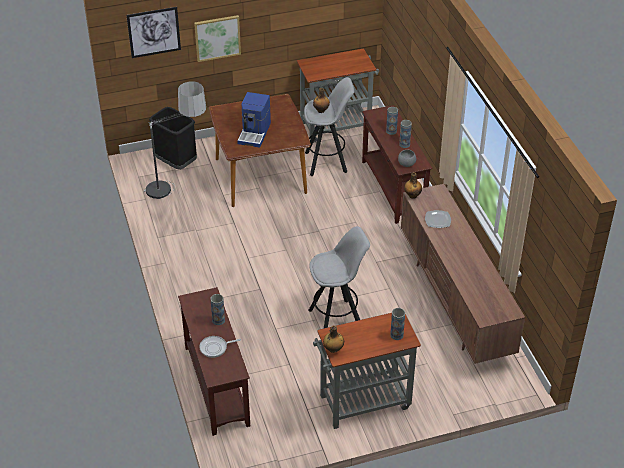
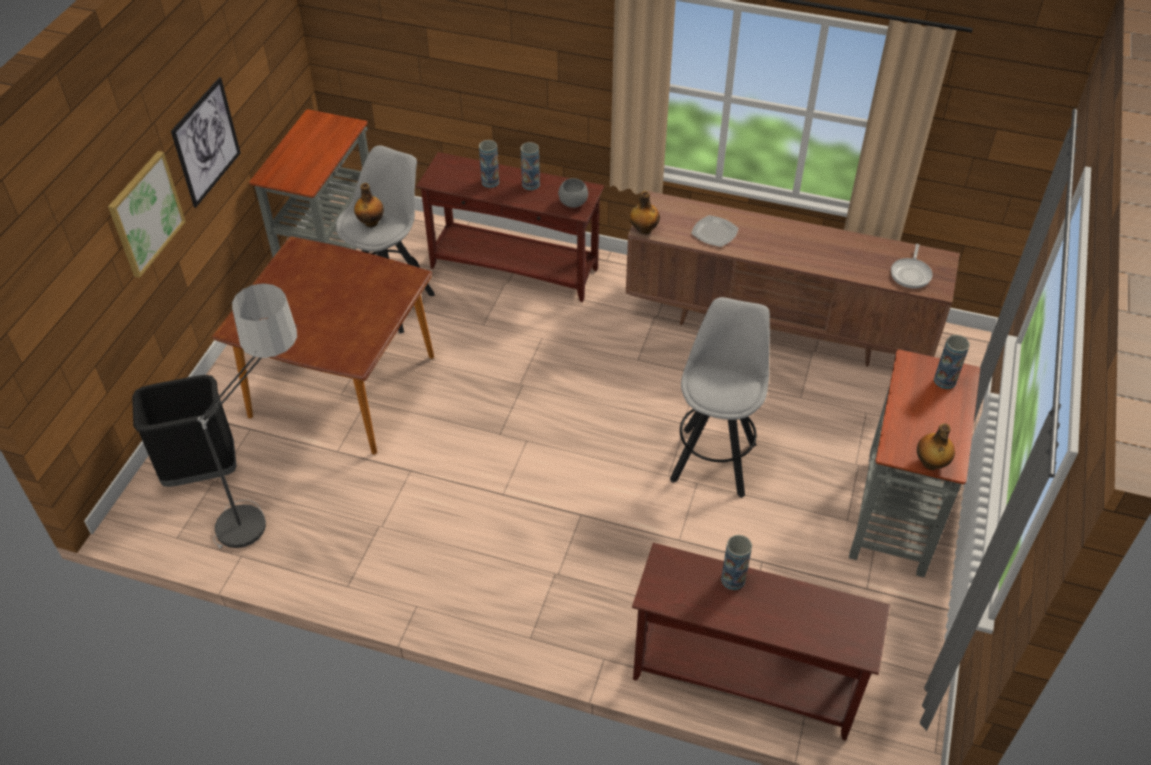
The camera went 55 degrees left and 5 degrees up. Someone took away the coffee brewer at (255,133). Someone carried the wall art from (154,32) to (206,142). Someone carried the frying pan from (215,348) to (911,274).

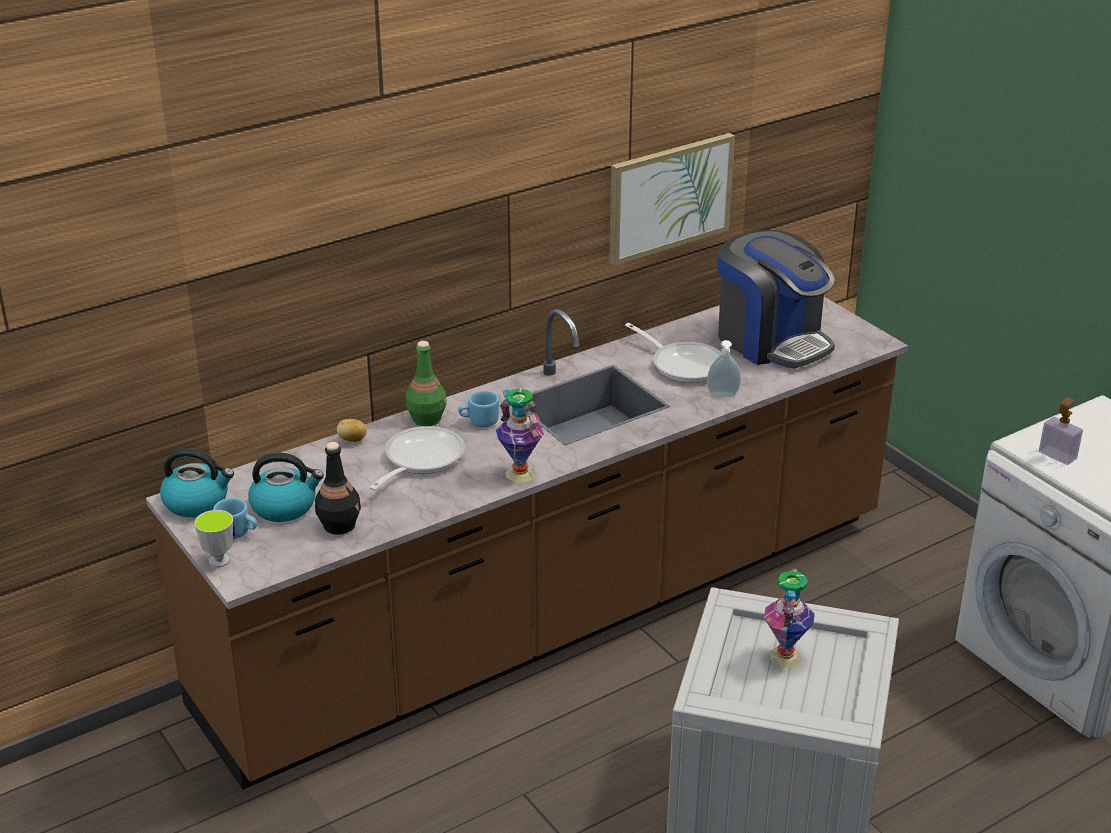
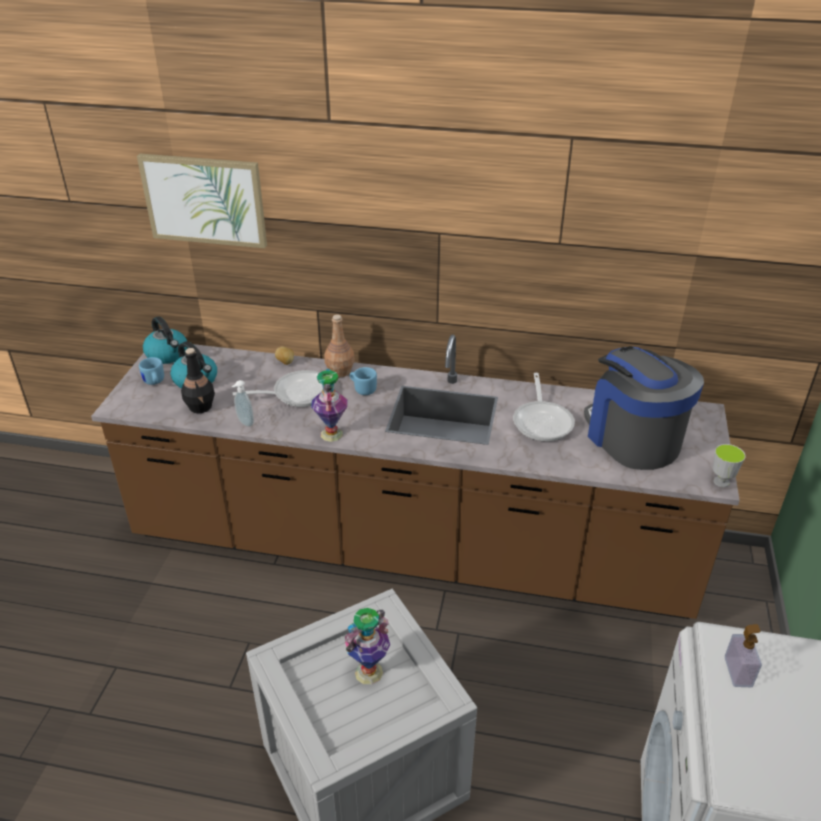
The camera went 45 degrees right and 5 degrees up. Someone carried the drinking cup from (219,561) to (721,482). Someone carried the wall art from (669,197) to (204,200). Someone carried the soap dispenser from (723,396) to (244,423). Someone repainted the bottle (green-coloured) at (426,418), which became the bottle (brown-coloured) at (340,371). Someone rotated the coffee brewer at (771,341) by 150 degrees clockwise.

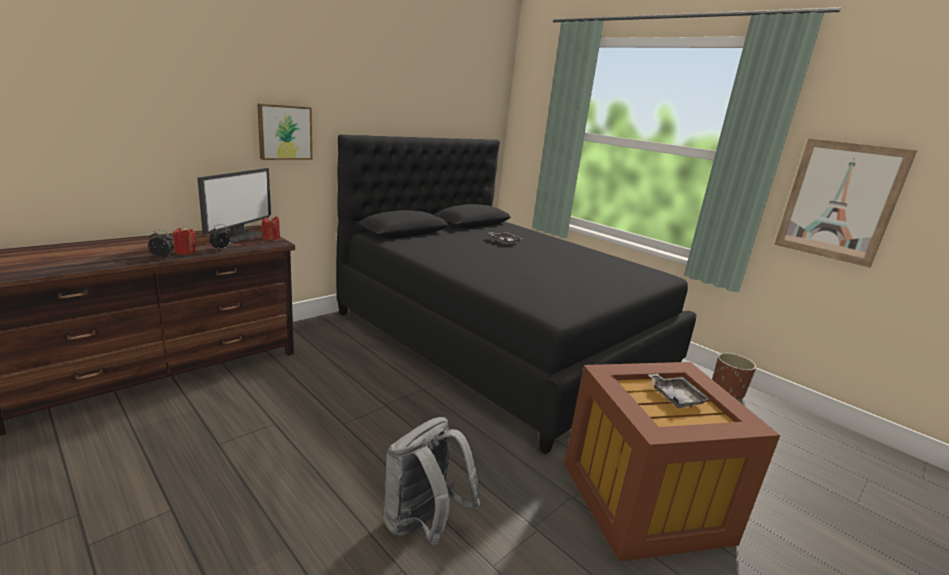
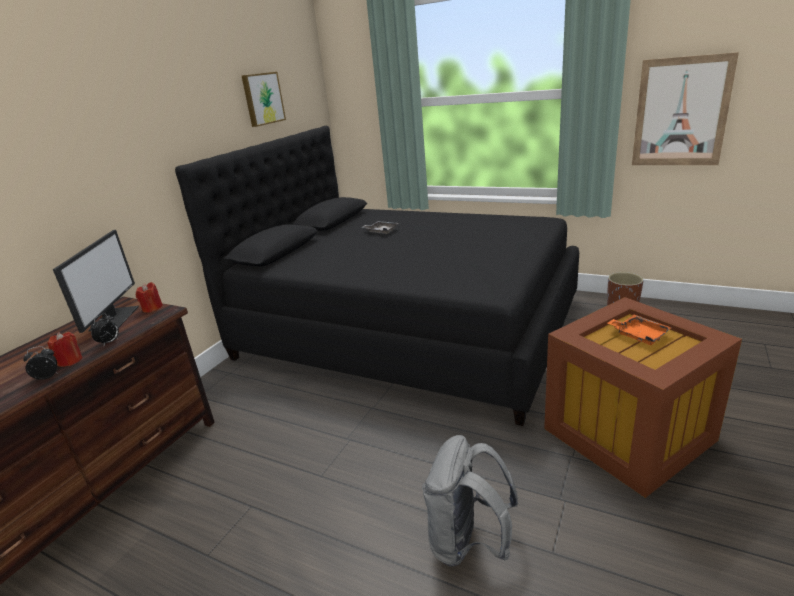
The camera went 15 degrees left and 5 degrees up. Someone carried the wall art from (284,132) to (262,99). Someone repainted the tray (greyish) at (675,397), which became the tray (orangey) at (639,335).

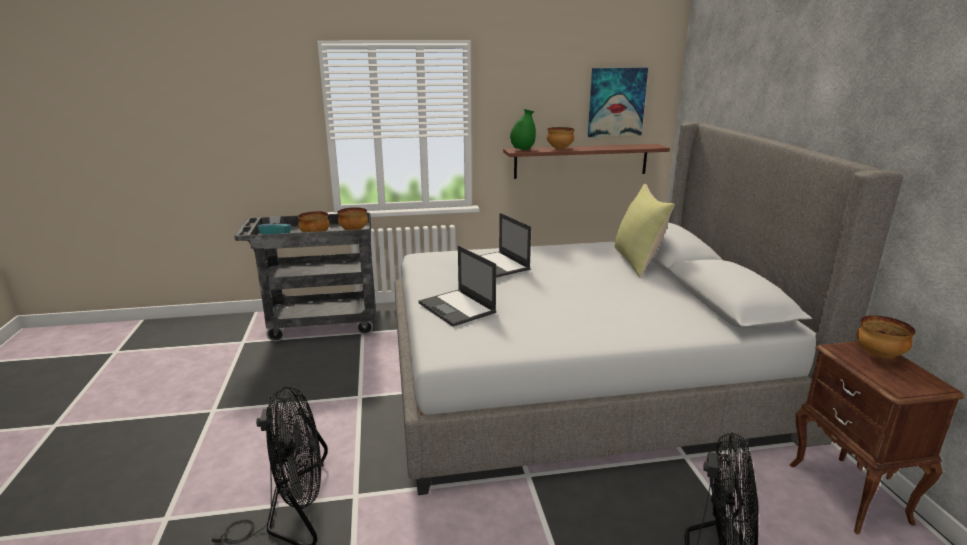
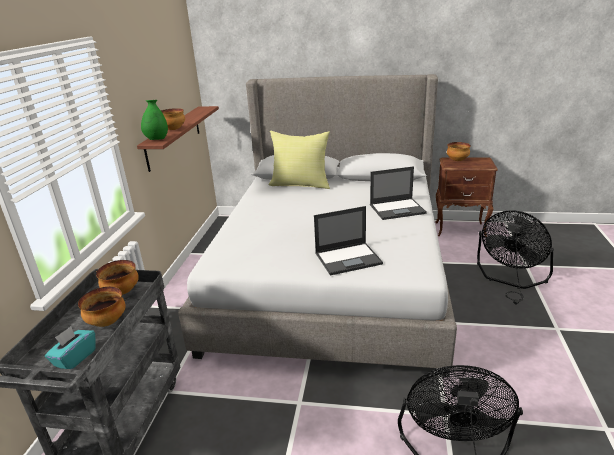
The camera went 70 degrees left and 5 degrees up. Someone took away the wall art at (616,102). Someone carried the laptop from (497,265) to (398,209).

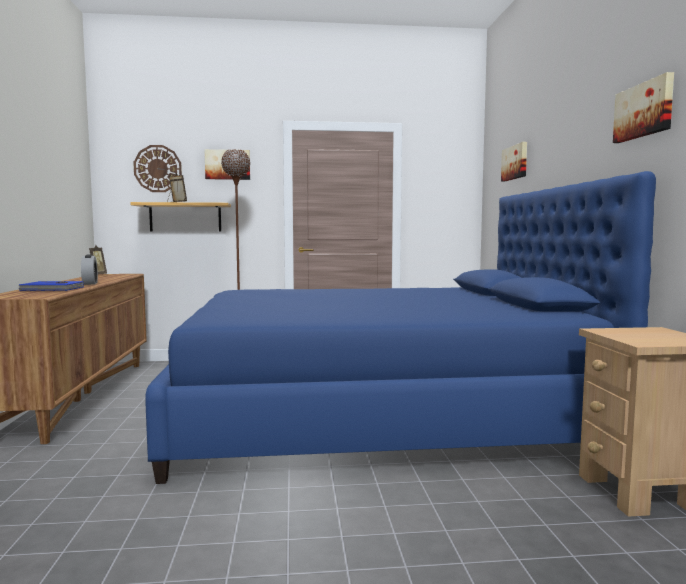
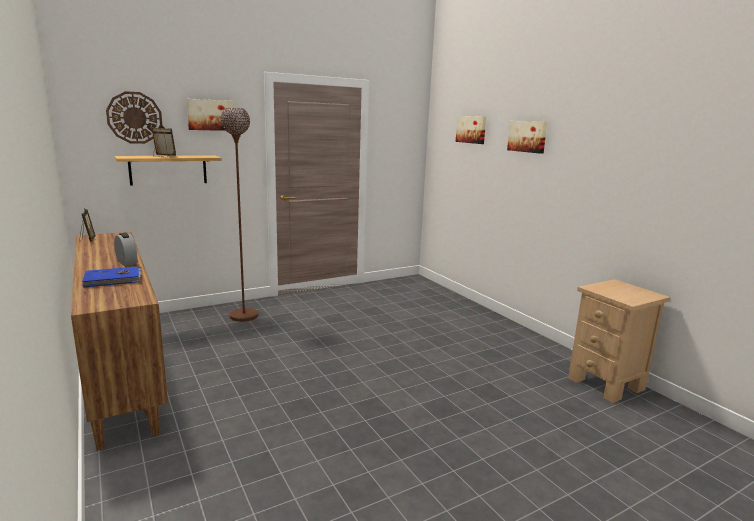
The camera went 25 degrees left and 10 degrees up. Someone took away the bedroom bed (bluish) at (379,414). Someone carried the wall art from (644,110) to (528,136).

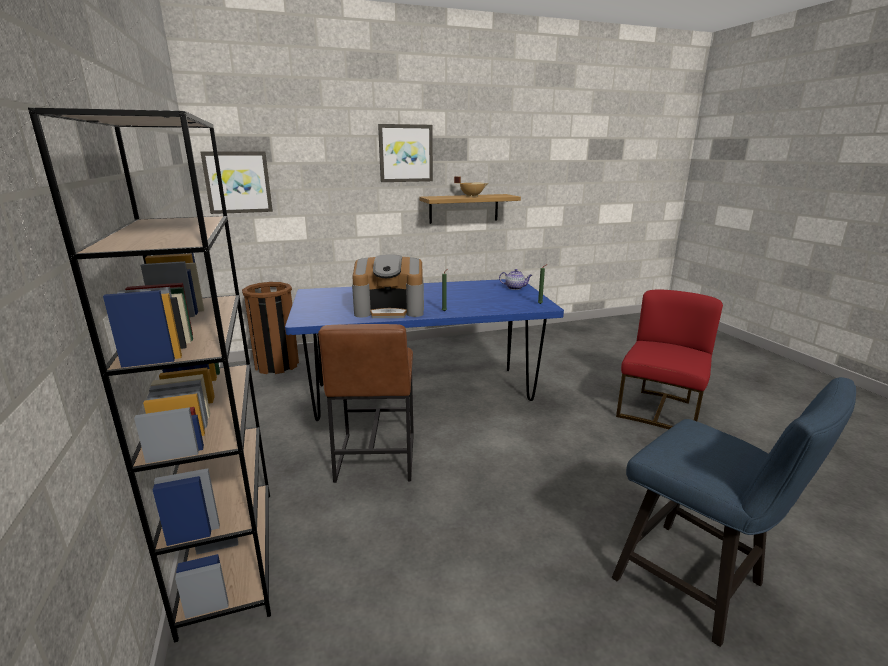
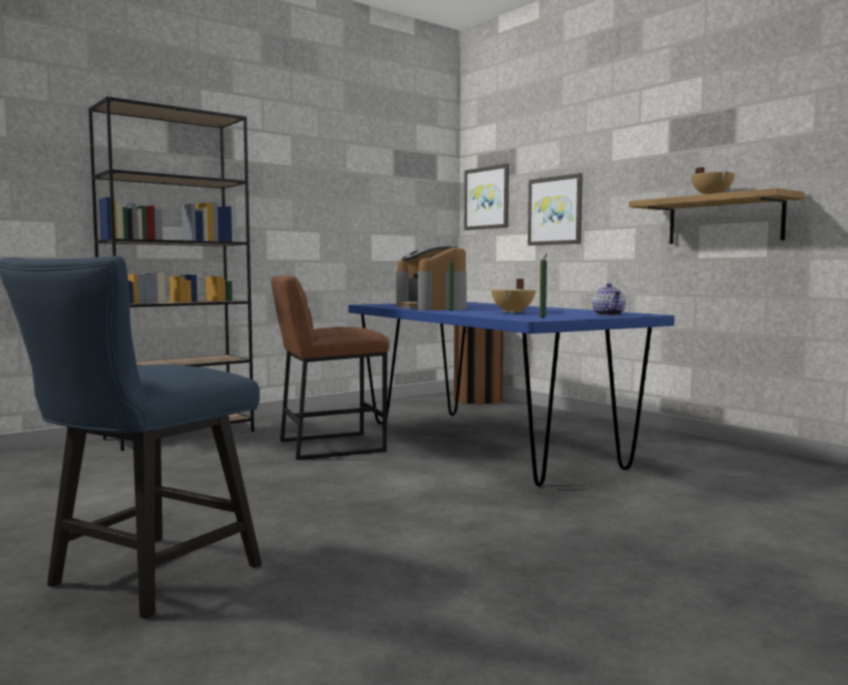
The camera went 70 degrees right and 15 degrees down. Someone took away the upright chair (reddish) at (660,410). Someone put down the saucepot (beige-coloured) at (514,312). Someone carried the wall art from (405,153) to (555,210).

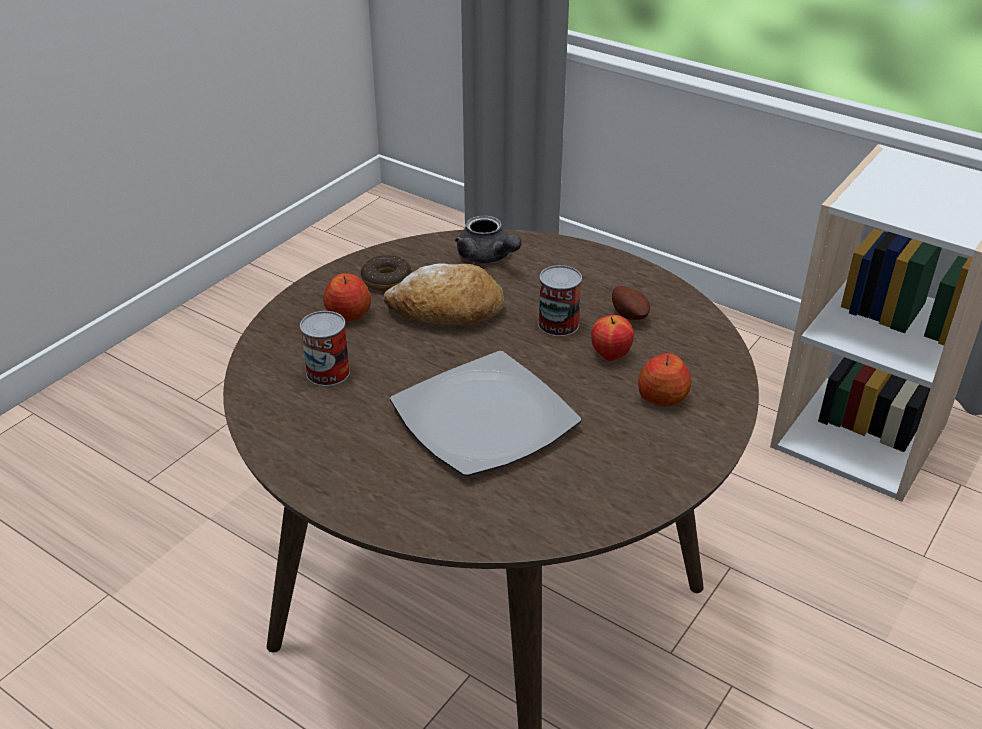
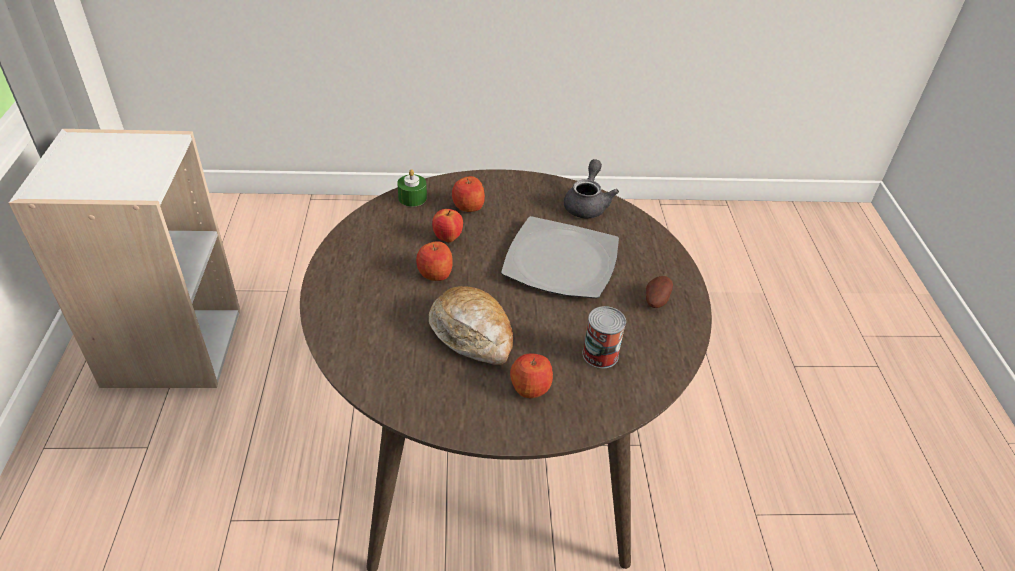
The camera went 130 degrees left and 5 degrees up. Someone took away the donut at (386,280). Someone put down the wax candle (green-coloured) at (412,198). Someone carried the pot for tea (greyish) from (488,257) to (587,204). Someone carried the spud from (630,315) to (655,300). Someone swapped the can at (558,324) for the apple fruit at (435,273).

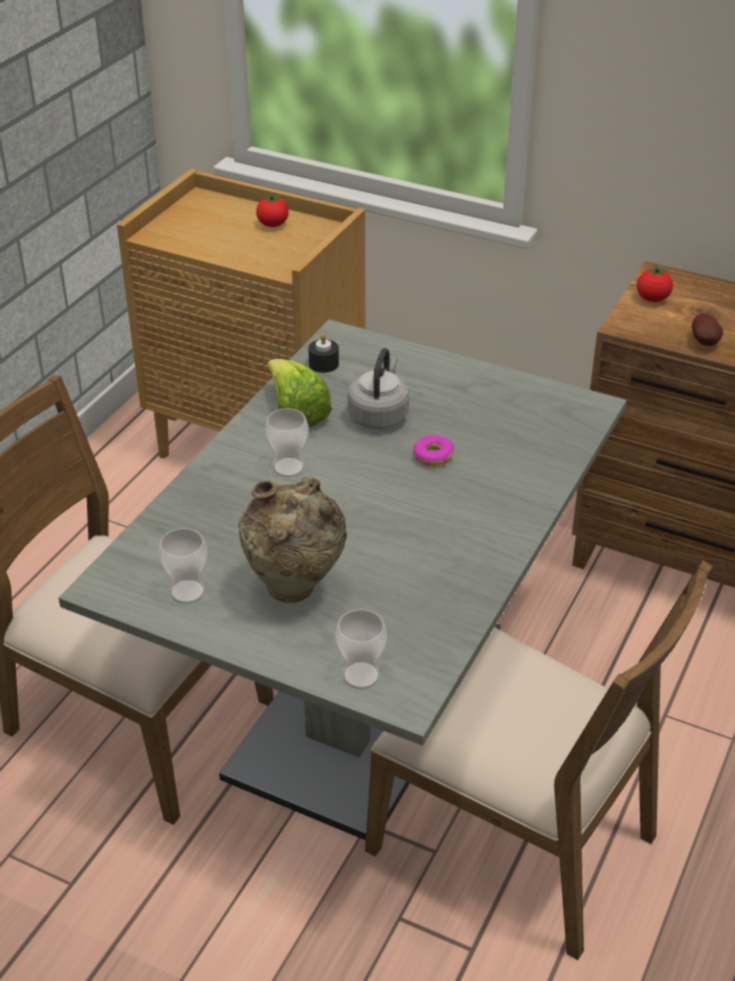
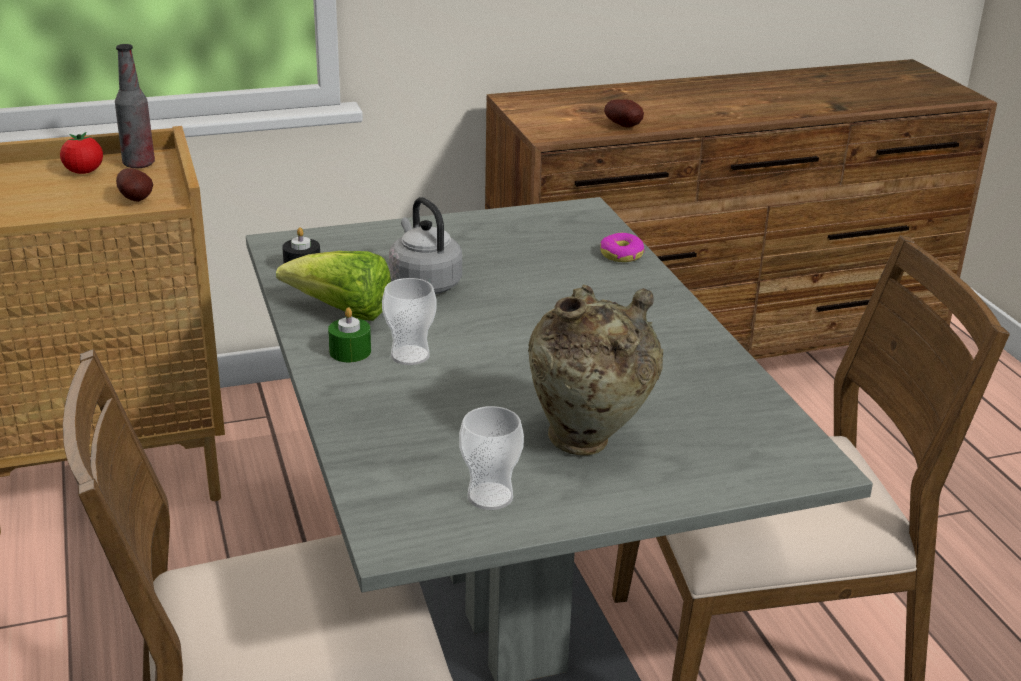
The camera went 45 degrees left and 10 degrees down. Someone took away the drinking cup at (361,676). Someone took away the fresh tomato at (652,299). Someone put down the bottle at (139,164). Someone put down the spud at (137,200). Someone put down the wax candle (green-coloured) at (350,351). Someone carried the donut from (433,456) to (621,255).

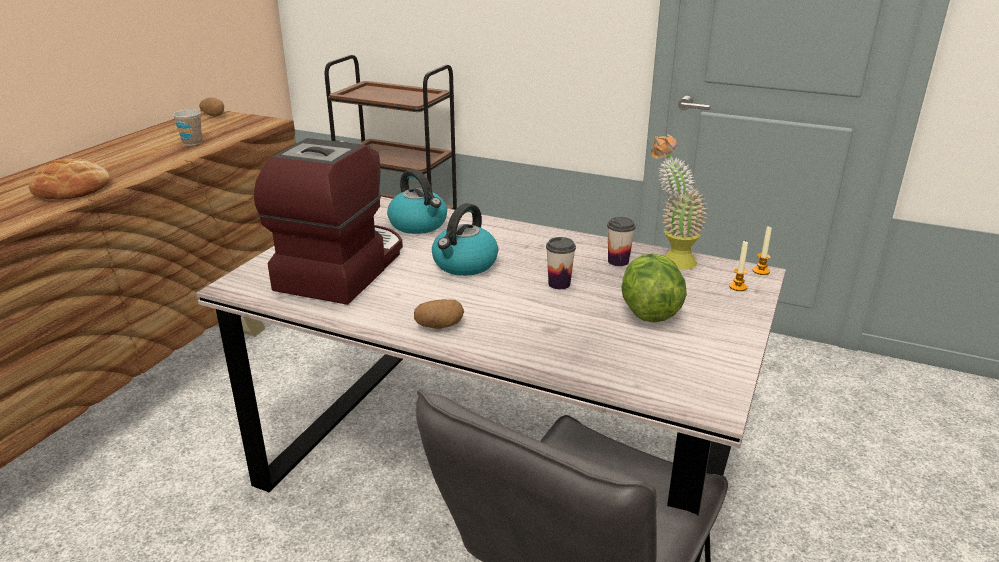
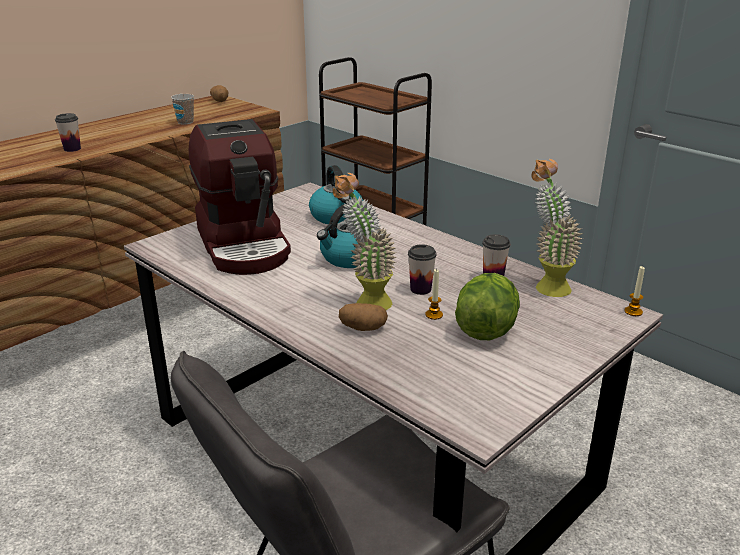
The camera went 20 degrees right and 0 degrees up. Someone put down the plant in a pot at (365,301). Someone carried the spud from (439,326) to (363,328). Someone carried the wax candle from (737,287) to (434,315). Someone swapped the bread at (72,188) for the drinking cup at (72,149). Someone rotated the coffee brewer at (341,269) by 120 degrees clockwise.

